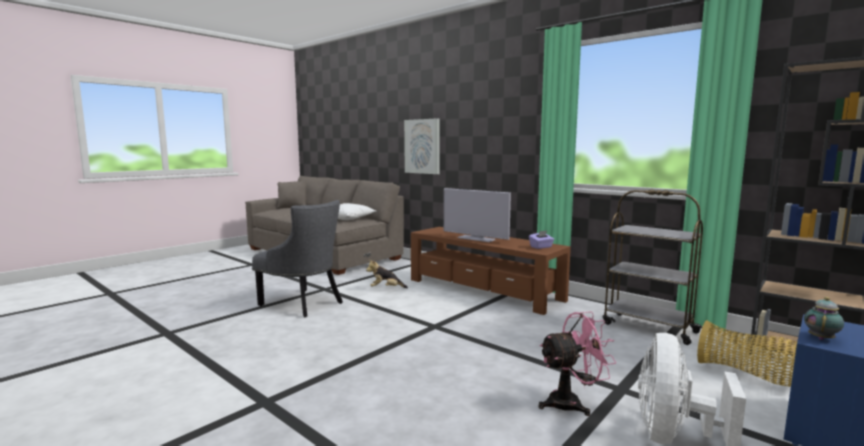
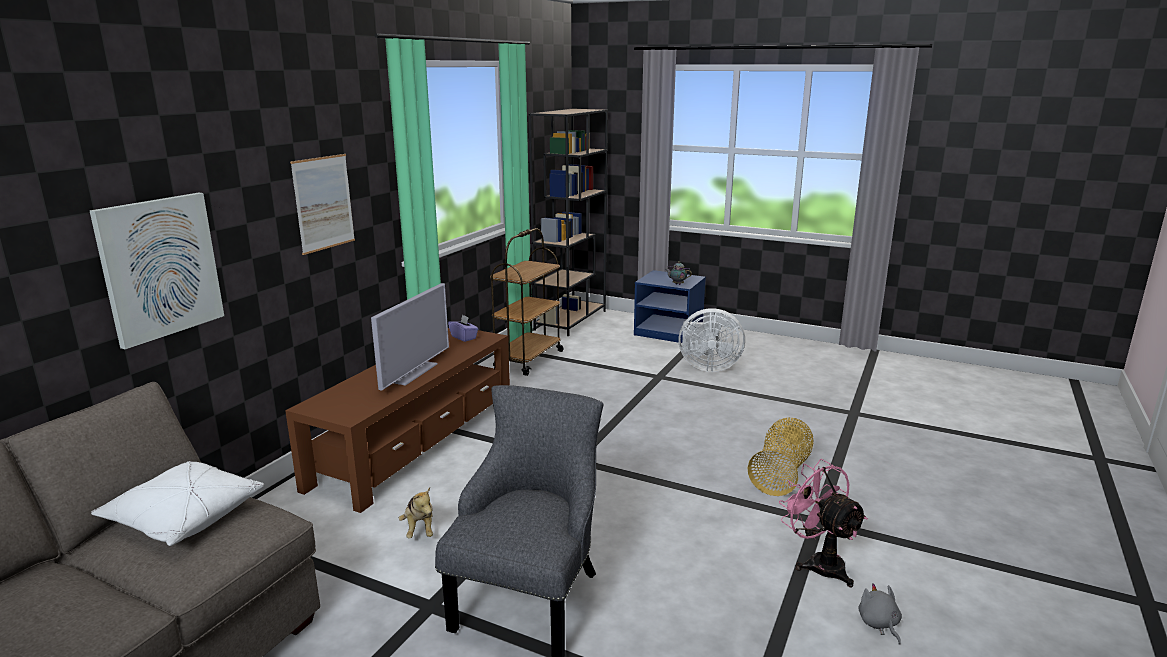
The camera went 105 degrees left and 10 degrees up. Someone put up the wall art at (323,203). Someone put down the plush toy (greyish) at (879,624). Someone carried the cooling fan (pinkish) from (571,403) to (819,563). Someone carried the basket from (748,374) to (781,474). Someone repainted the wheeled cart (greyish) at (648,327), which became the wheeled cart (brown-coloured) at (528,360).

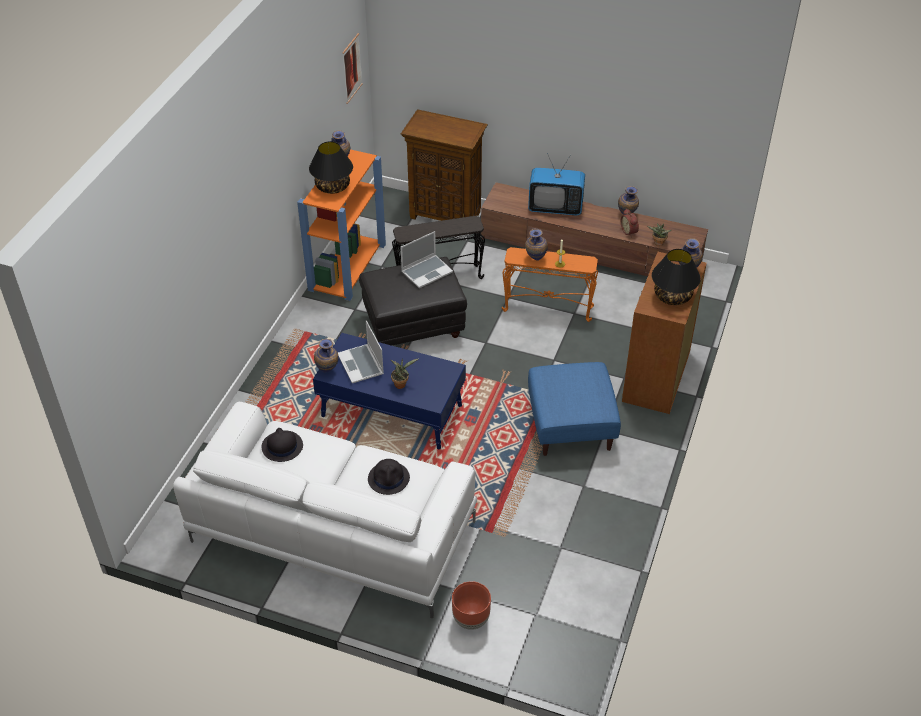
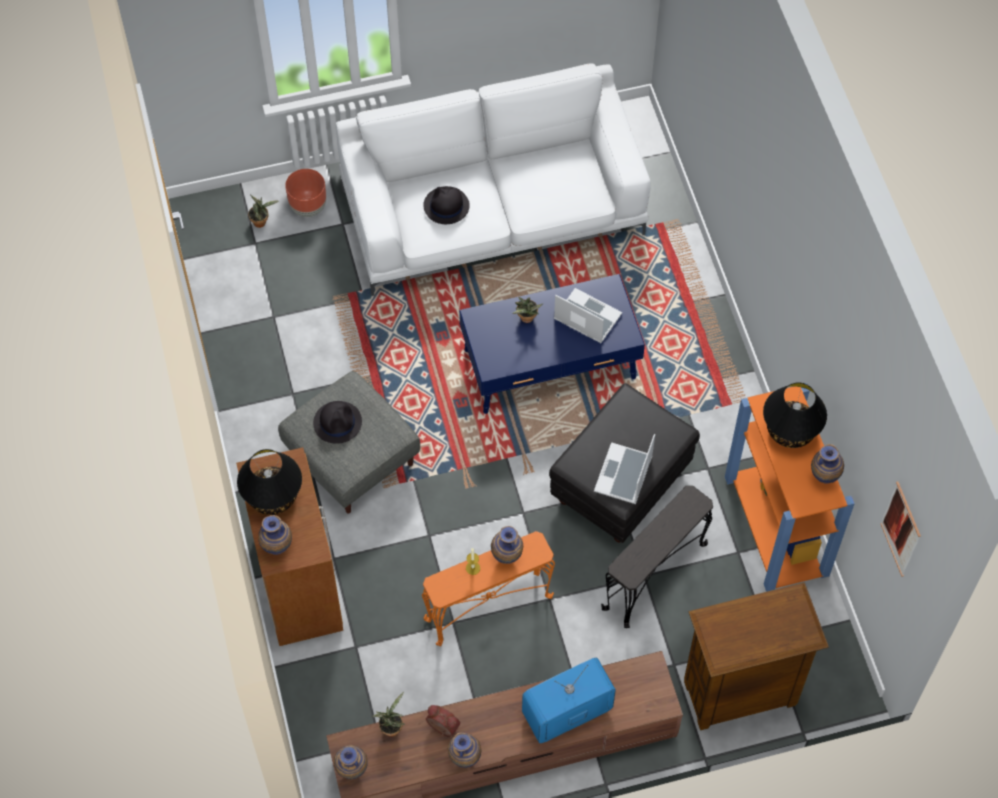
The camera went 145 degrees right and 15 degrees up. Someone put down the plant in a pot at (261,221). Someone carried the hat (black-coloured) from (282,447) to (338,422). Someone carried the vase from (327,371) to (351,771). Someone repainted the ottoman (bluish) at (571,425), which became the ottoman (greyish) at (351,458).

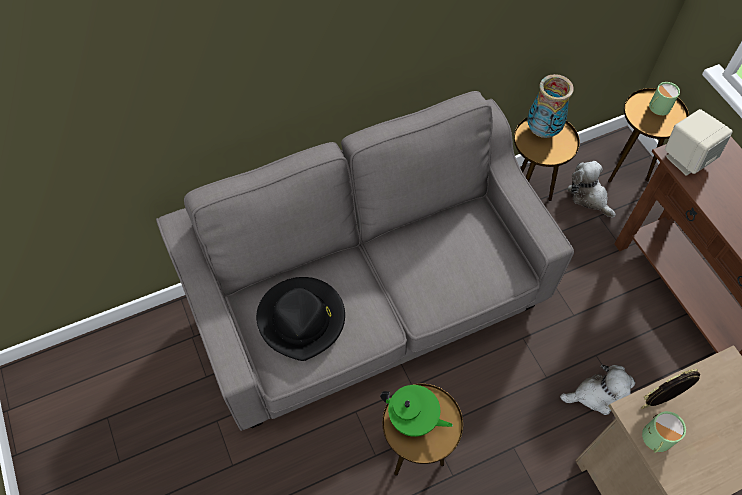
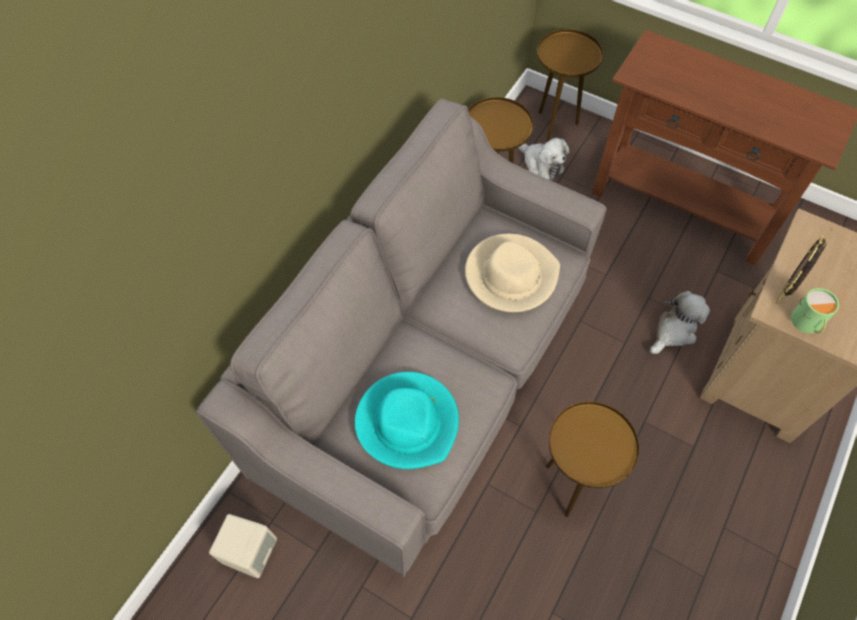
The camera went 35 degrees left and 0 degrees up. Someone took away the pot for tea (green-coloured) at (413,418). Someone took away the vase at (542,131). Someone took away the coffee mug (green-coloured) at (657,107). Someone put down the hat (beige-coloured) at (510,275). Someone carried the loudspeaker (beige-coloured) from (686,158) to (250,552). Someone repainted the hat (black-coloured) at (302,319), which became the hat (blue-green) at (408,422). Someone rotated the plush toy at (589,196) by 150 degrees counterclockwise.

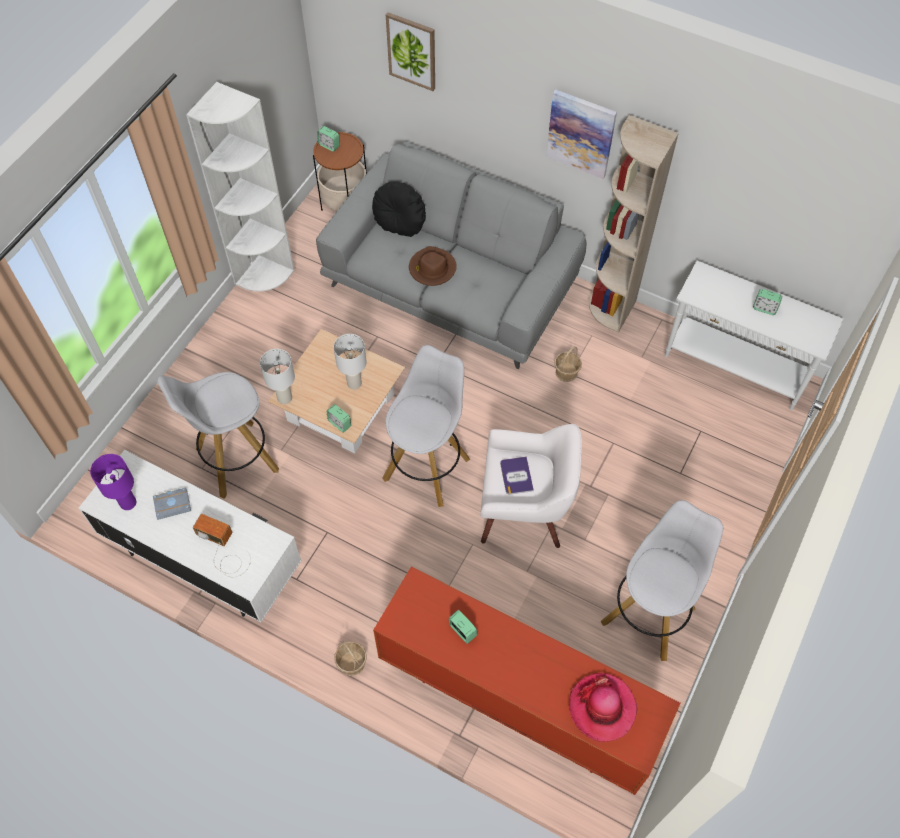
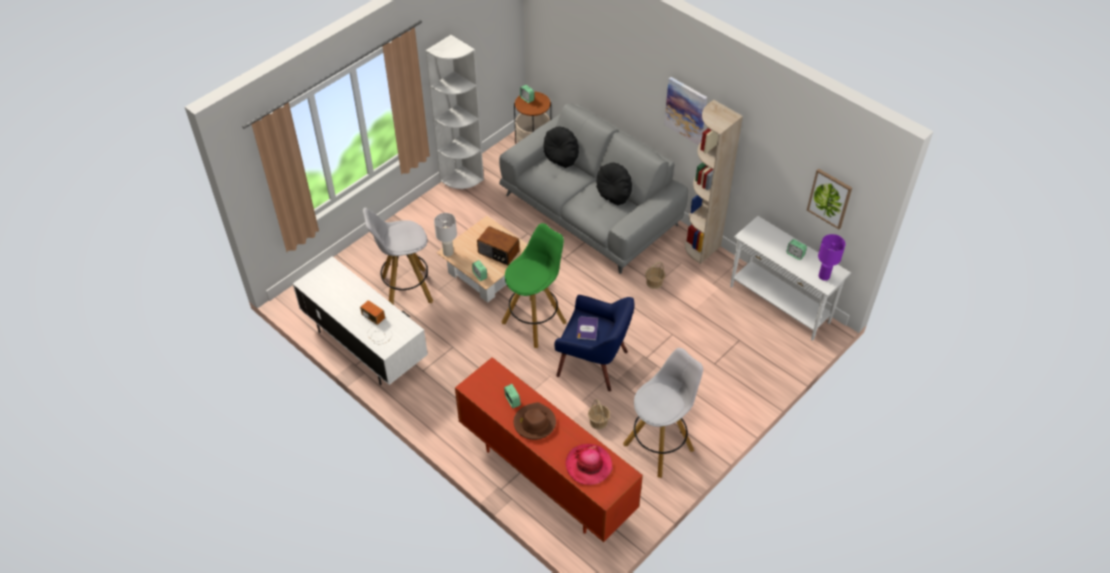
The camera went 15 degrees right and 10 degrees down. Someone took away the bound book (greyish) at (173,504). Someone put down the throw pillow (black-coloured) at (613,197). Someone carried the table lamp (purplish) from (128,503) to (824,276). Someone carried the basket from (352,663) to (598,421). Someone carried the wall art from (412,51) to (829,198). Someone carried the hat (brown-coloured) from (432,268) to (534,423). Someone swapped the table lamp (white) at (354,383) for the radio at (498,253). Someone repainted the stool (white) at (427,467), which became the stool (green-coloured) at (534,322). Someone repainted the armchair (white) at (524,510), which became the armchair (bluish) at (593,363).

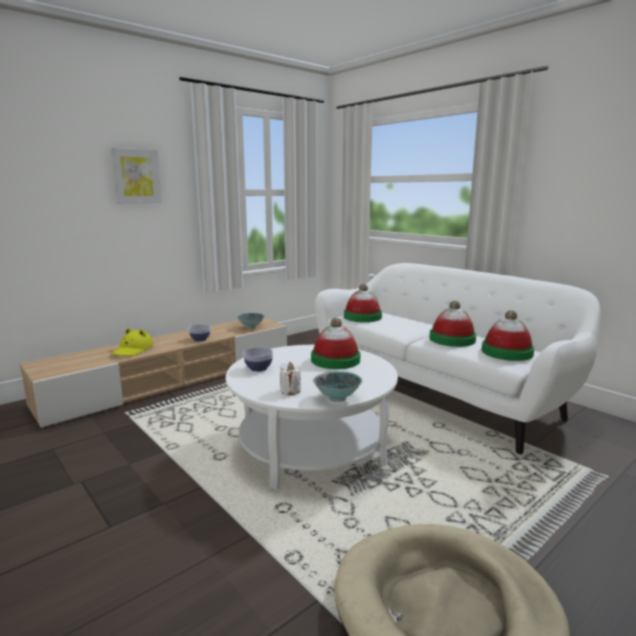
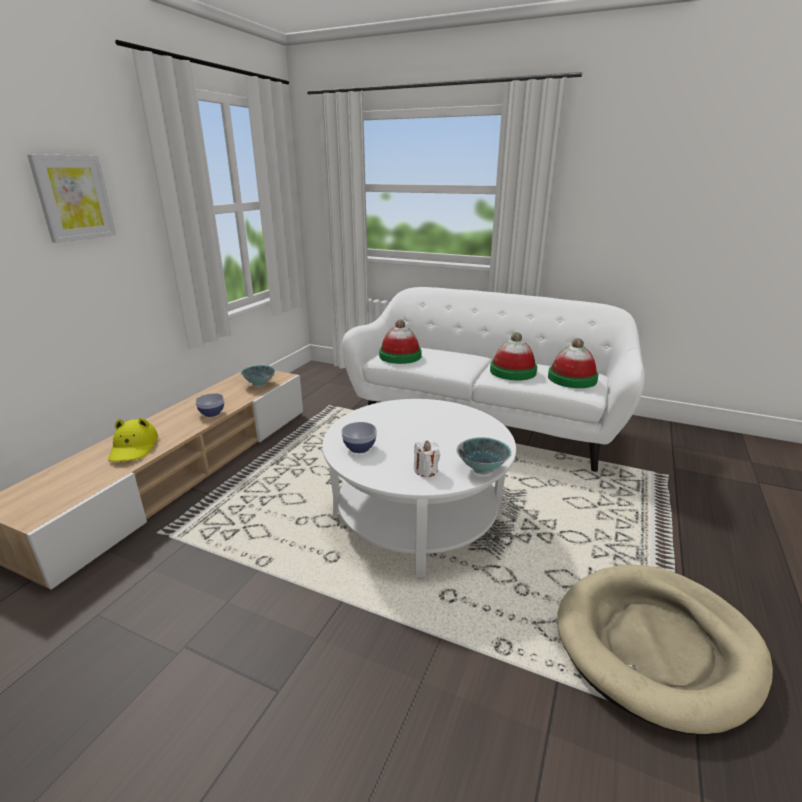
The camera went 25 degrees left and 10 degrees up. Someone took away the hat at (335,360).

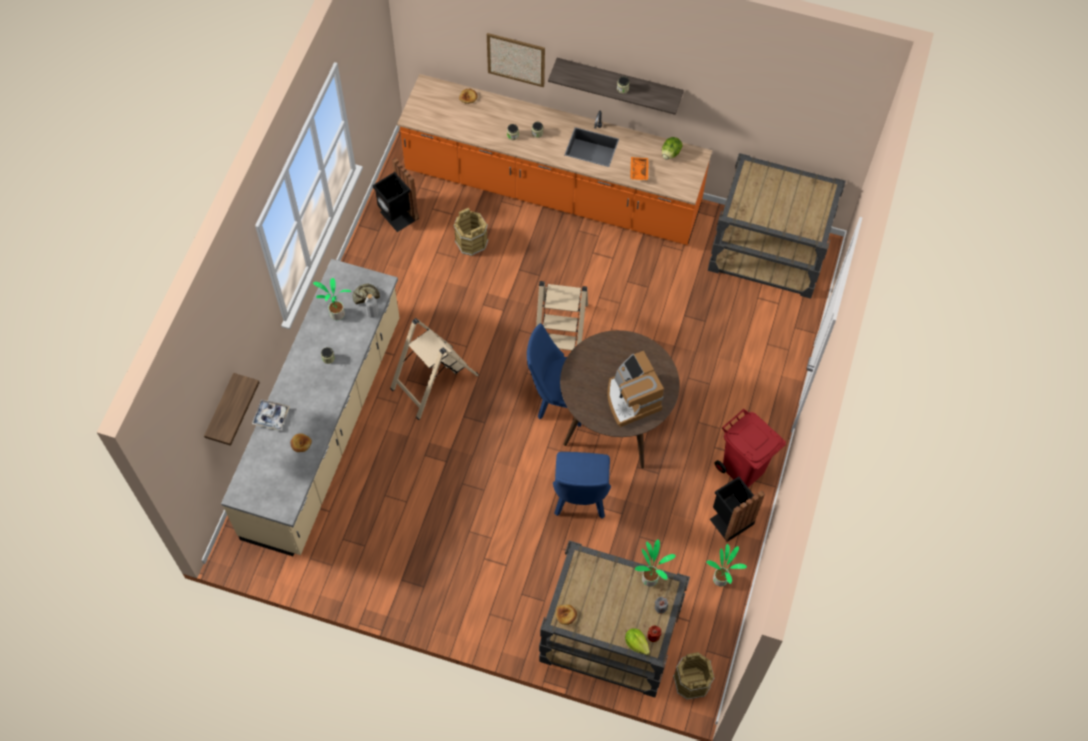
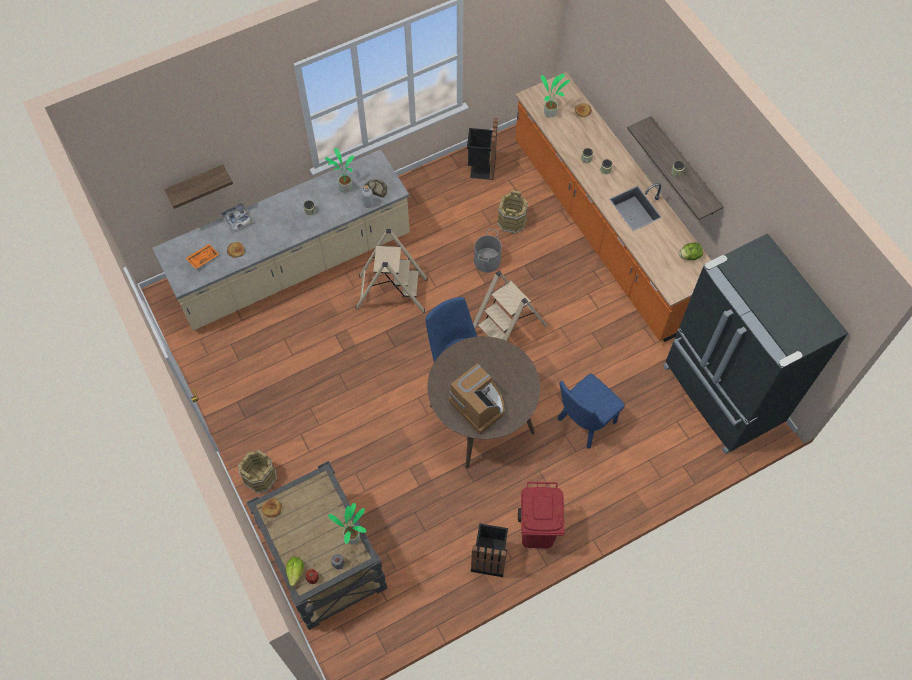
The camera went 45 degrees right and 0 degrees up. Someone took away the wall art at (516,59). Someone put down the pail (greyish) at (487,261). Someone carried the upright chair (bluish) from (580,501) to (583,424). Someone carried the tray (orangey) from (638,171) to (203,258). Someone carried the pail (brown-coloured) from (691,682) to (260,477). Someone carried the plant in a pot from (721,579) to (551,113). Someone swapped the bookcase at (768,251) for the refrigerator (black-coloured) at (721,395). Someone rotated the coffee brewer at (631,399) by 120 degrees clockwise.

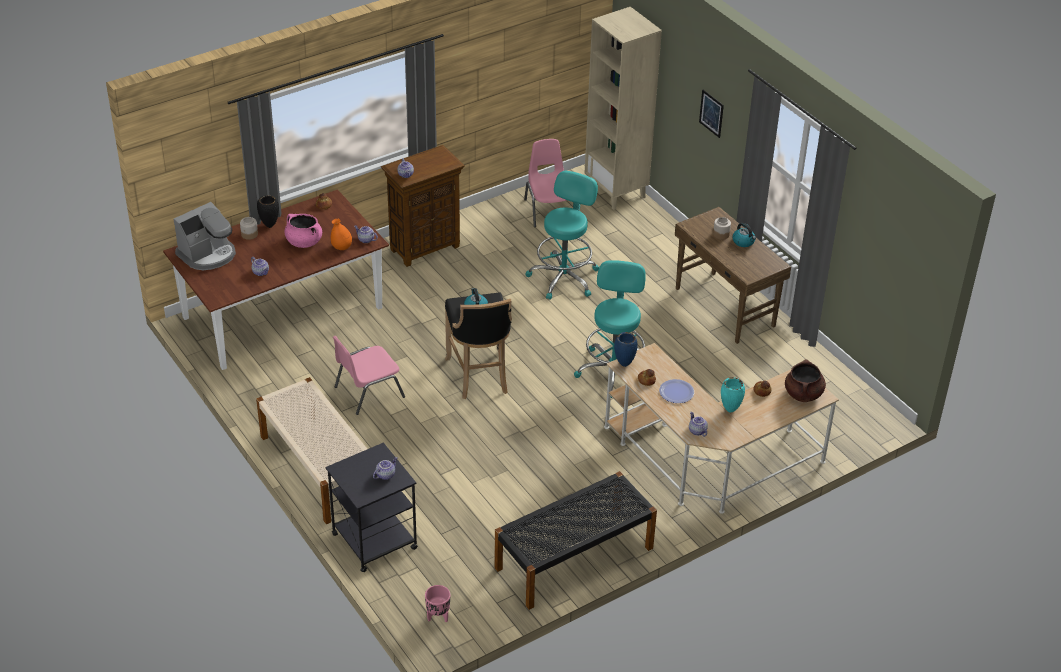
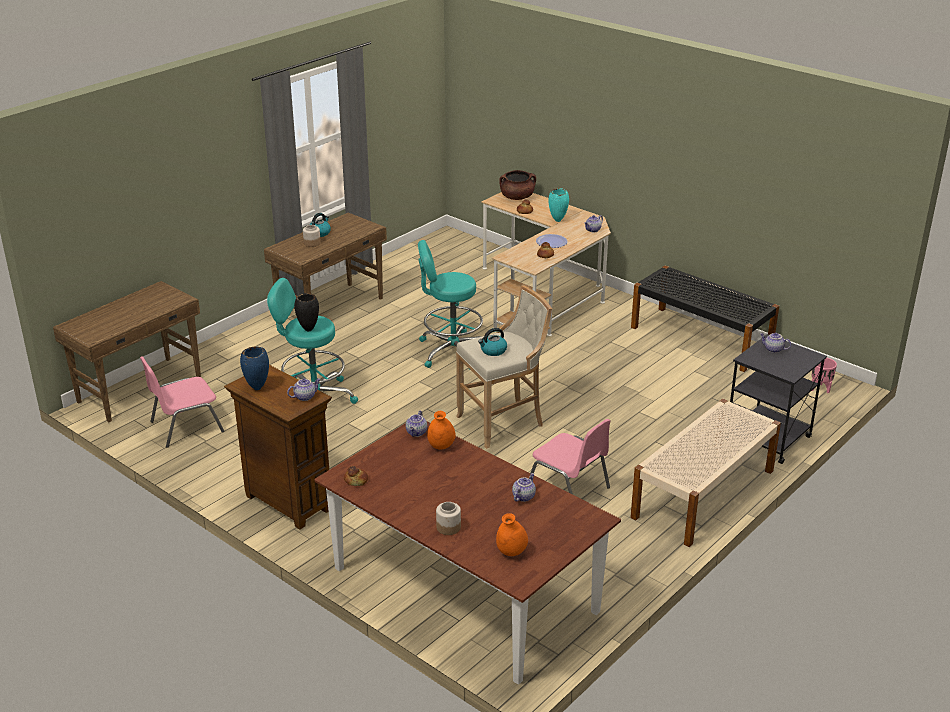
The camera went 105 degrees left and 10 degrees down. Someone took away the saucepot (pinkish) at (304,242). Someone took away the wall art at (711,113). Someone carried the vase (black-coloured) from (270,226) to (308,330). Someone carried the vase (bluish) from (624,364) to (257,388). Someone swapped the coffee brewer at (208,255) for the vase (orangey) at (511,552). Someone swapped the bookcase (beige-coloured) at (616,191) for the hall table (brown-coloured) at (140,389). Someone repainted the stool (black-coloured) at (479,377), which became the stool (beige-coloured) at (503,422).

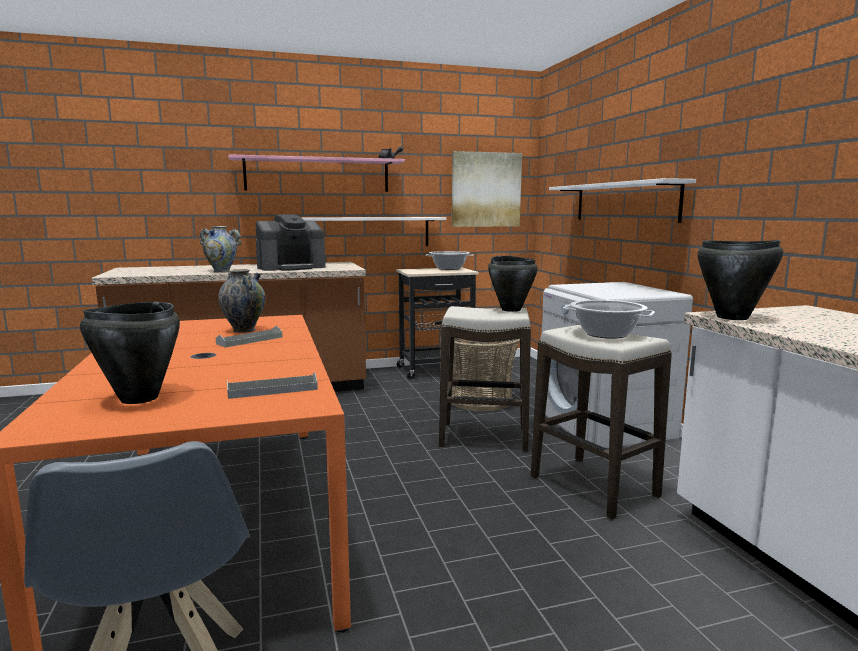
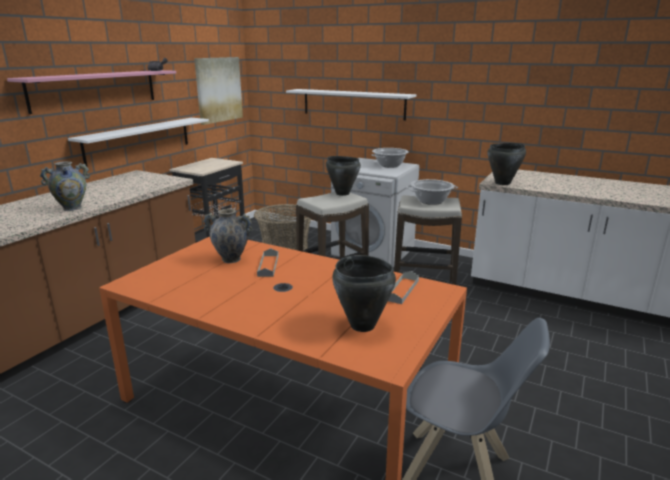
The camera went 45 degrees left and 10 degrees up. Someone took away the coffee brewer at (291,267). Someone carried the saucepot from (449,268) to (389,165).

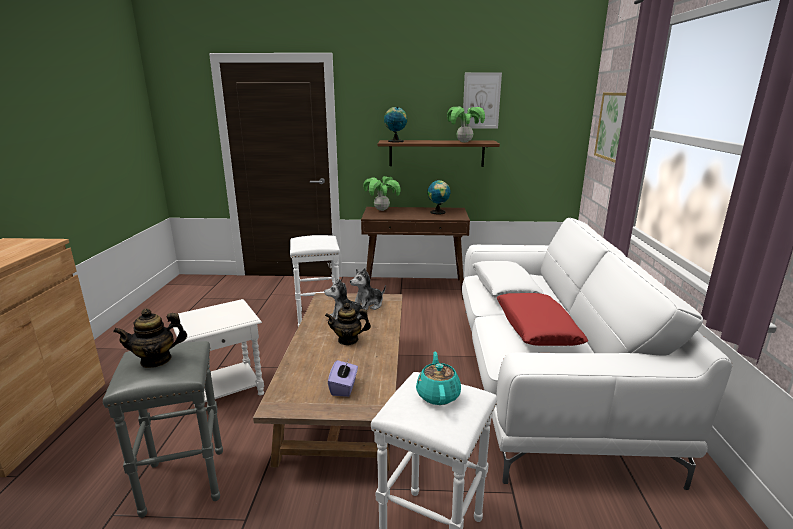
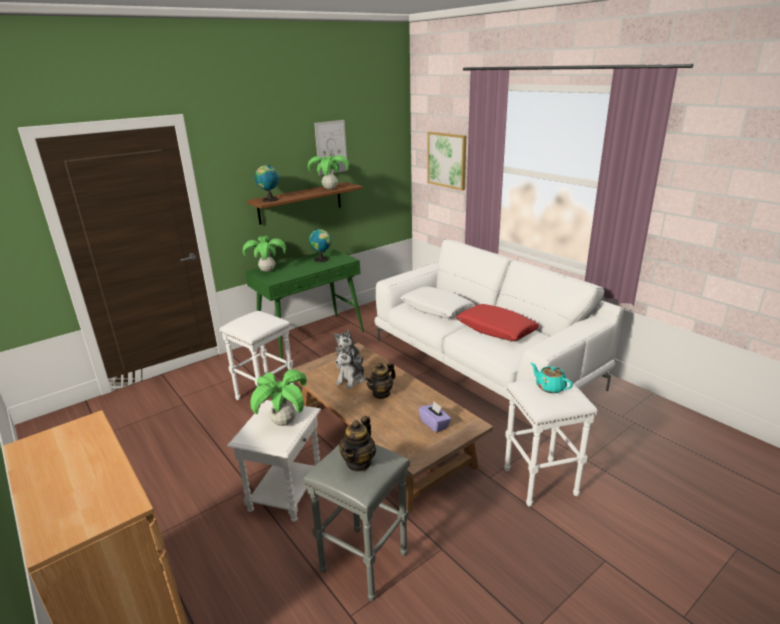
The camera went 40 degrees left and 5 degrees up. Someone put down the plant in a pot at (283,422). Someone repainted the hall table (brown-coloured) at (414,289), which became the hall table (green-coloured) at (311,337).

